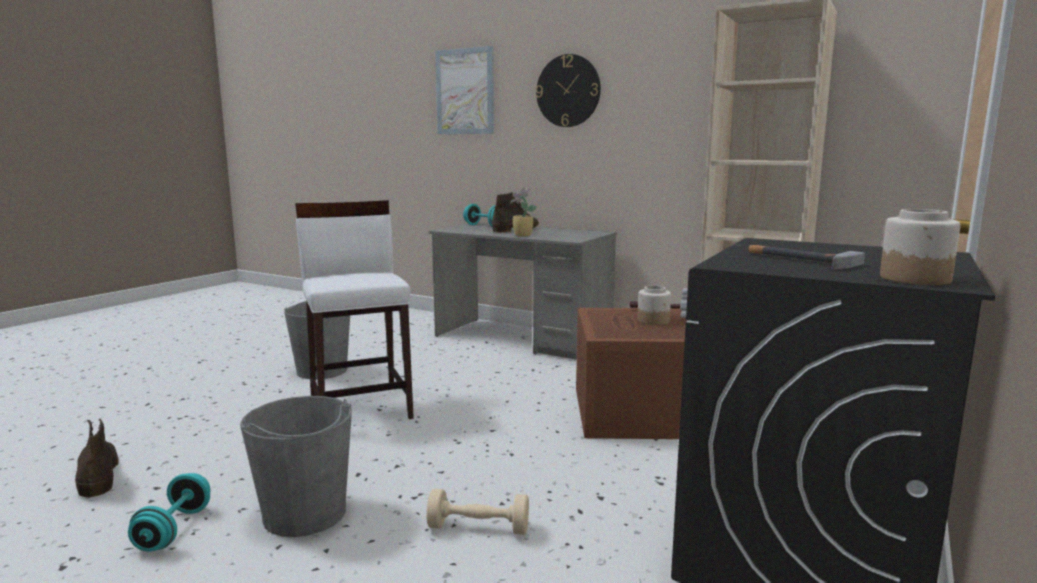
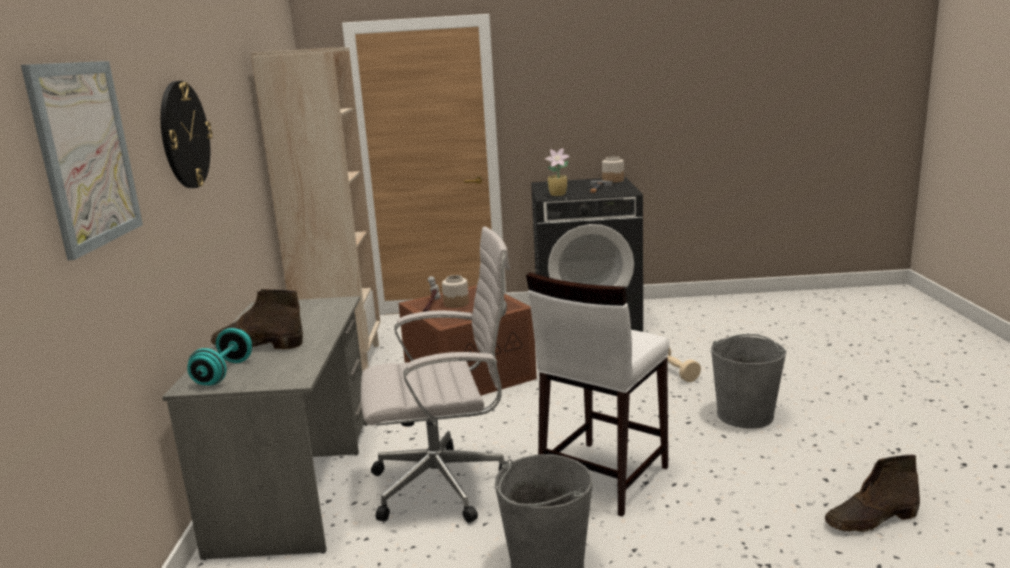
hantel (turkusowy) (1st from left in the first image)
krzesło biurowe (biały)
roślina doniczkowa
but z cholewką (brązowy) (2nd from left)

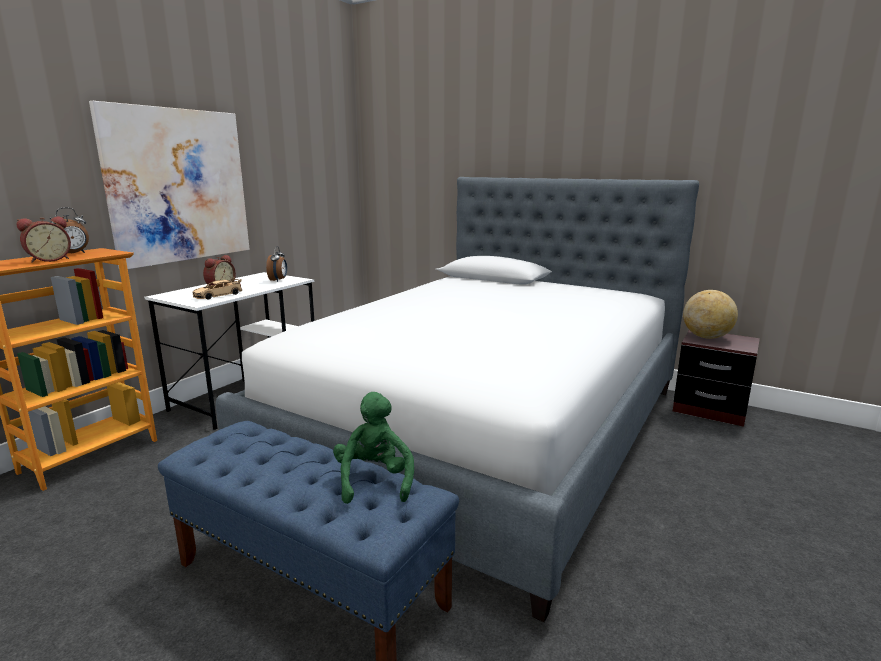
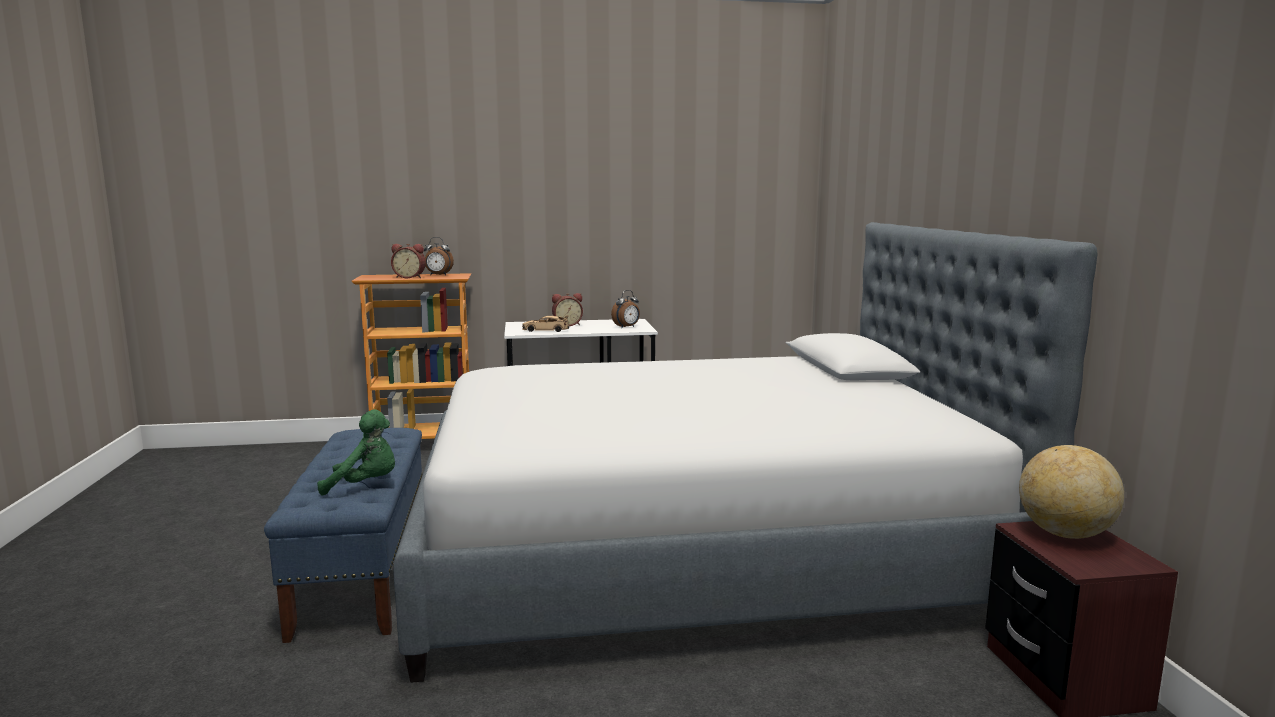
obraz
pluszak (zielony)

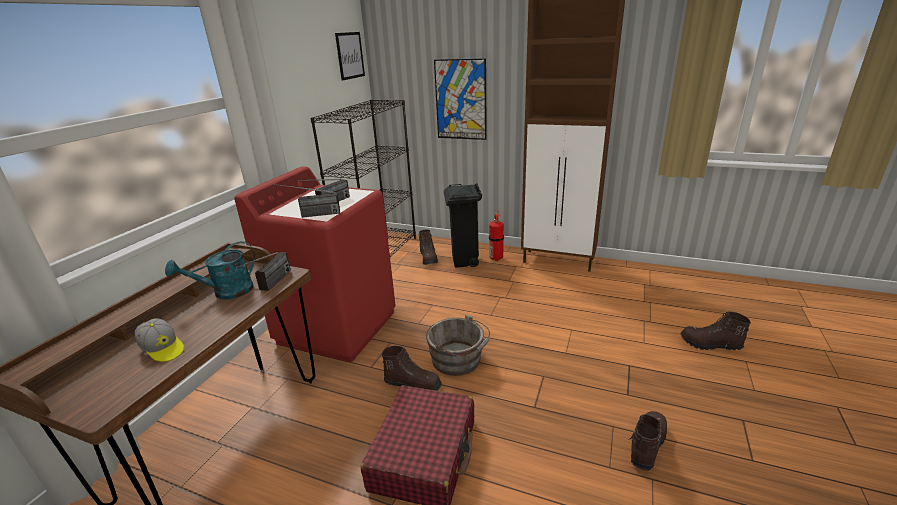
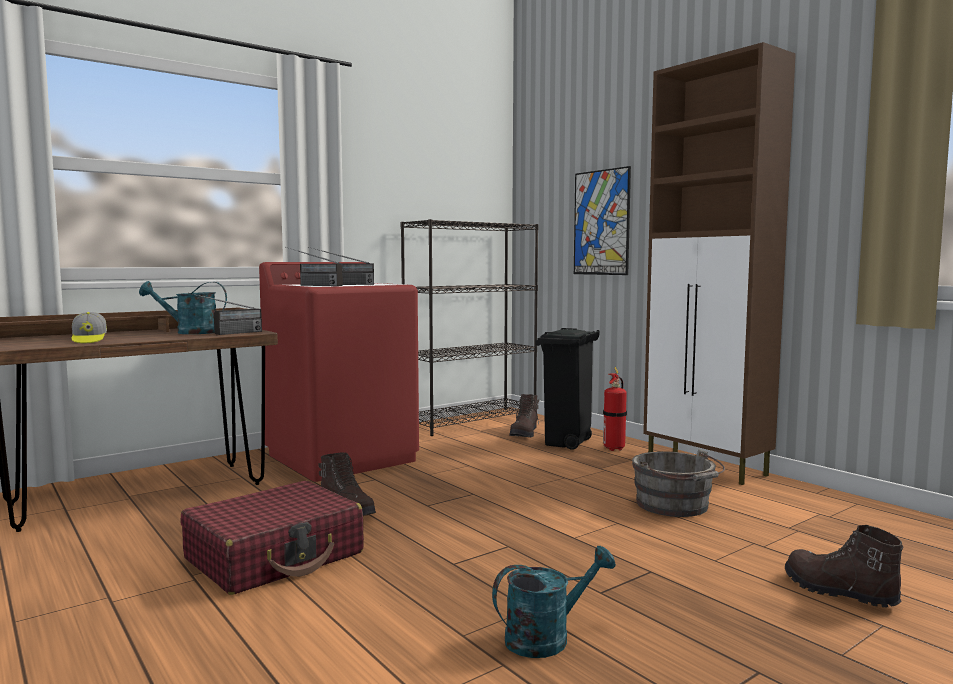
obraz (1st from left in the first image)
wiadro (szary)
konewka (turkusowy) (2nd from left)

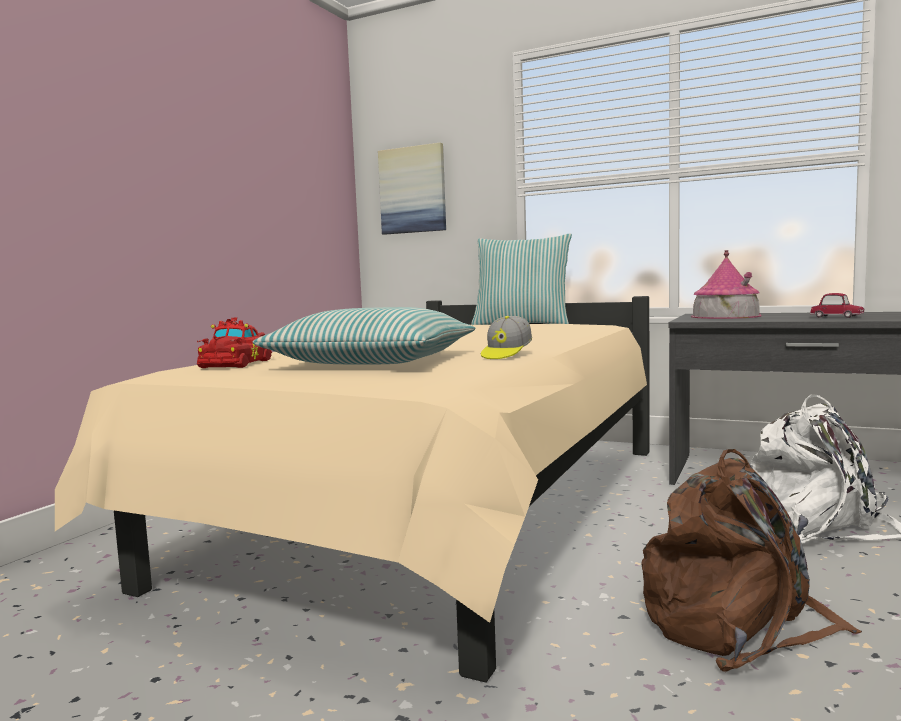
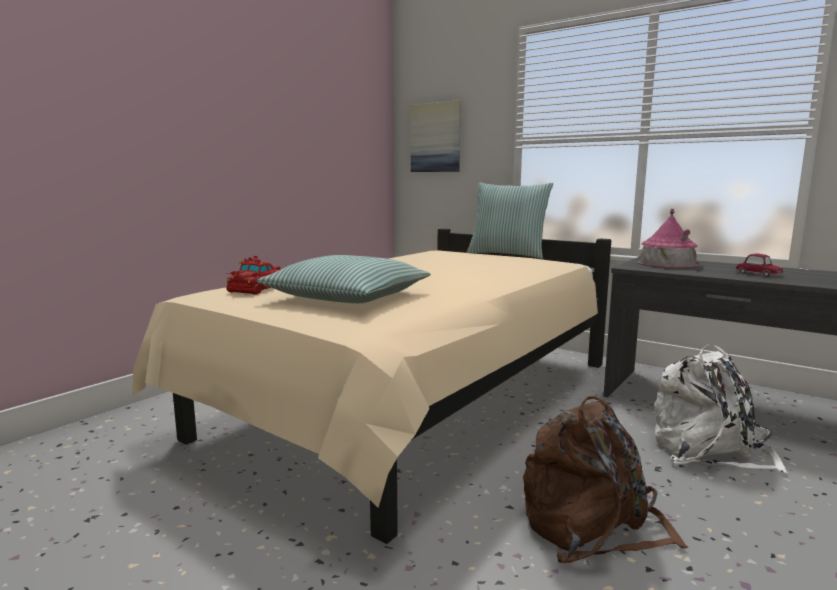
czapka z daszkiem

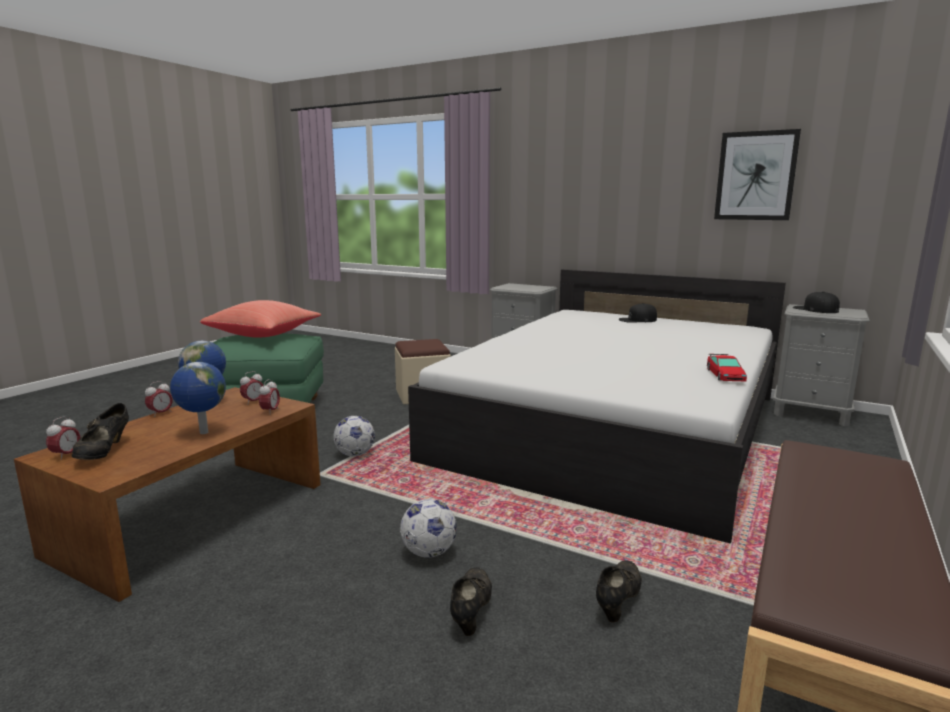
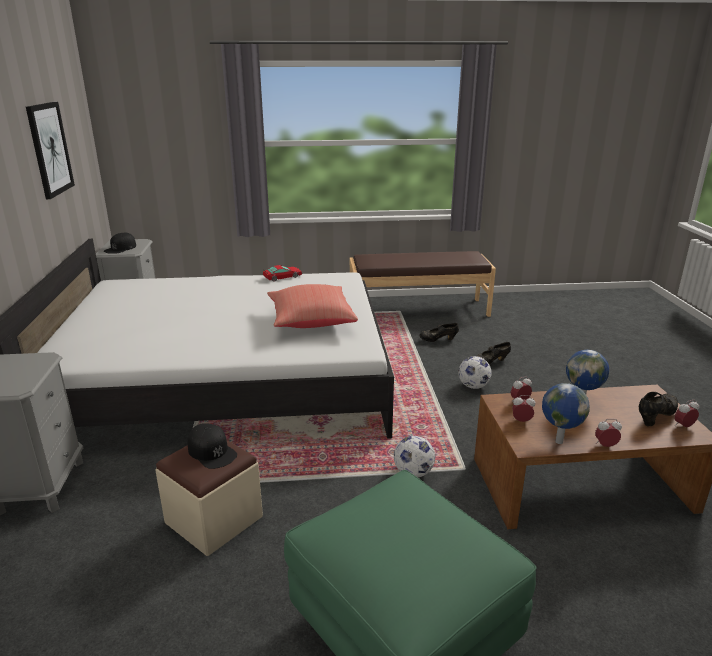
poduszka (czerwony)
czapka z daszkiem (czarny) (2nd from left)

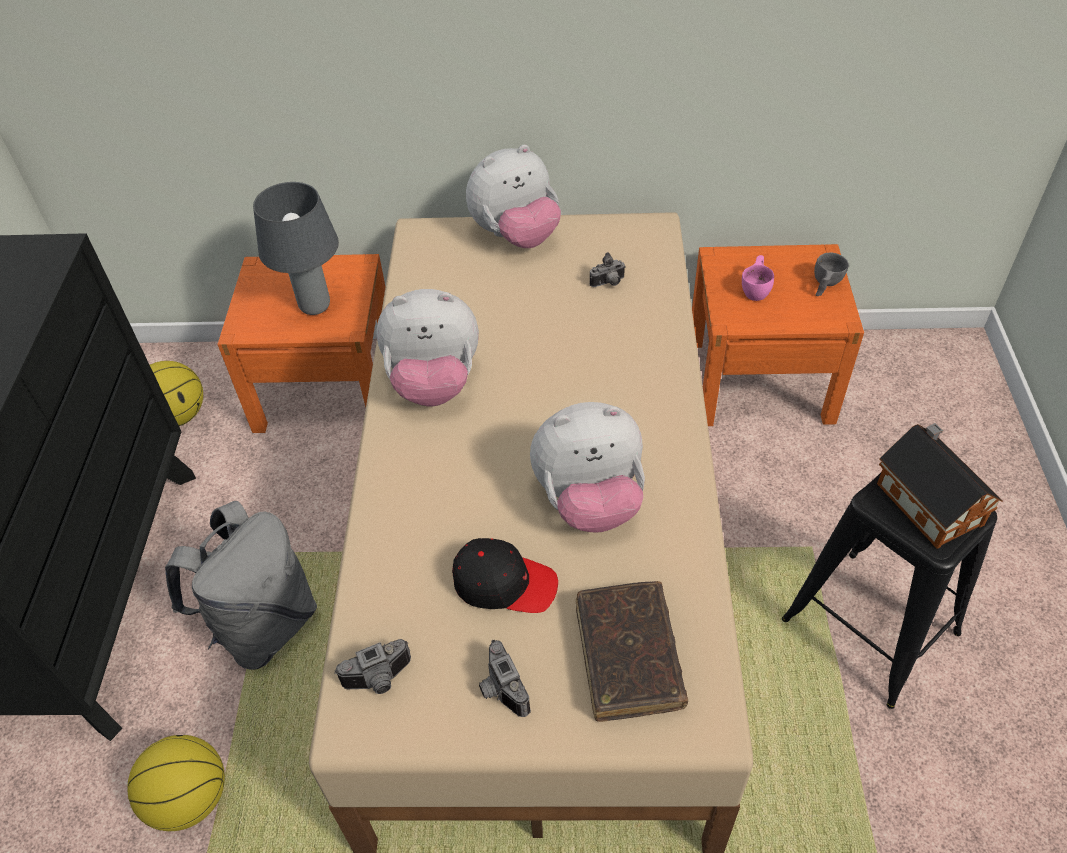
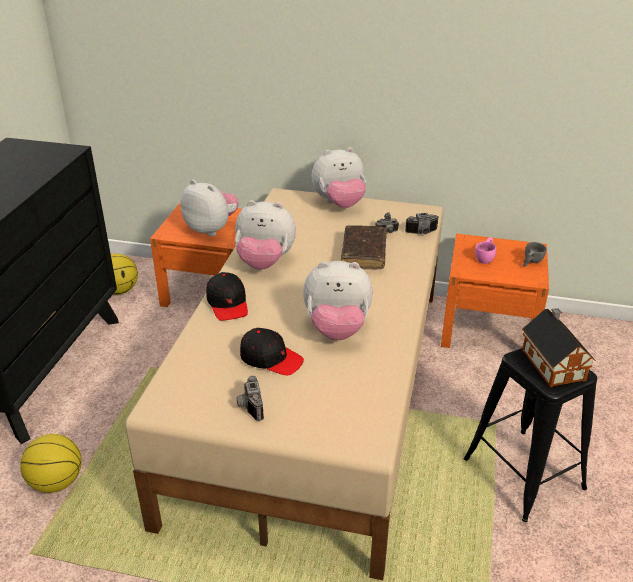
plecak (szary)
czapka z daszkiem (czarny) (1st from left)
aparat fotograficzny (3rd from left)
książka (brązowy)
pluszak (1st from left)

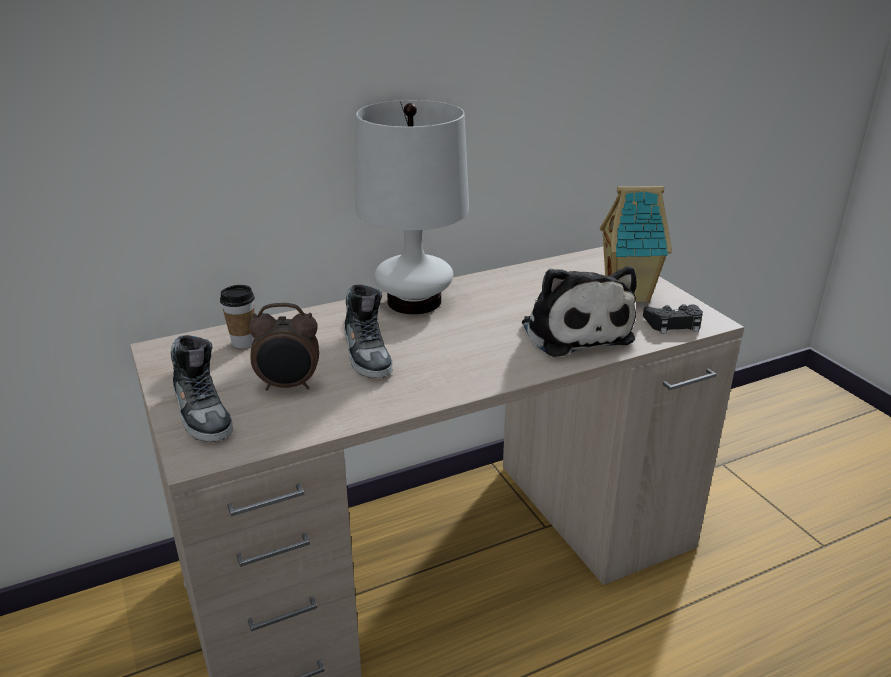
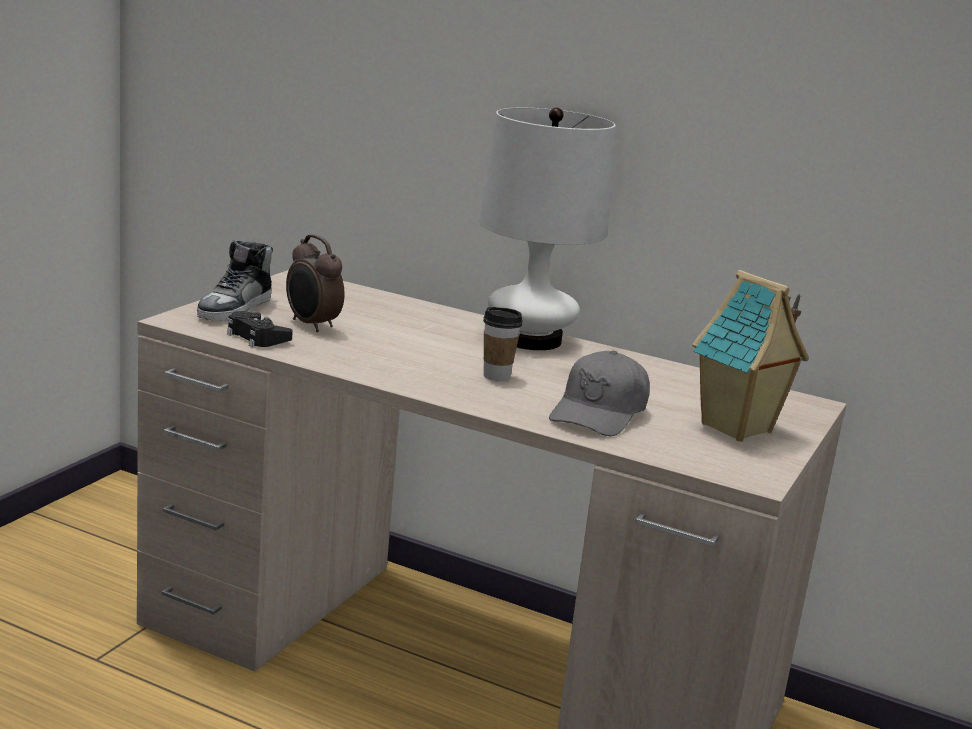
but (2nd from left in the first image)
filiżanka
pad do gier (czarny)
czapka z daszkiem (szary)

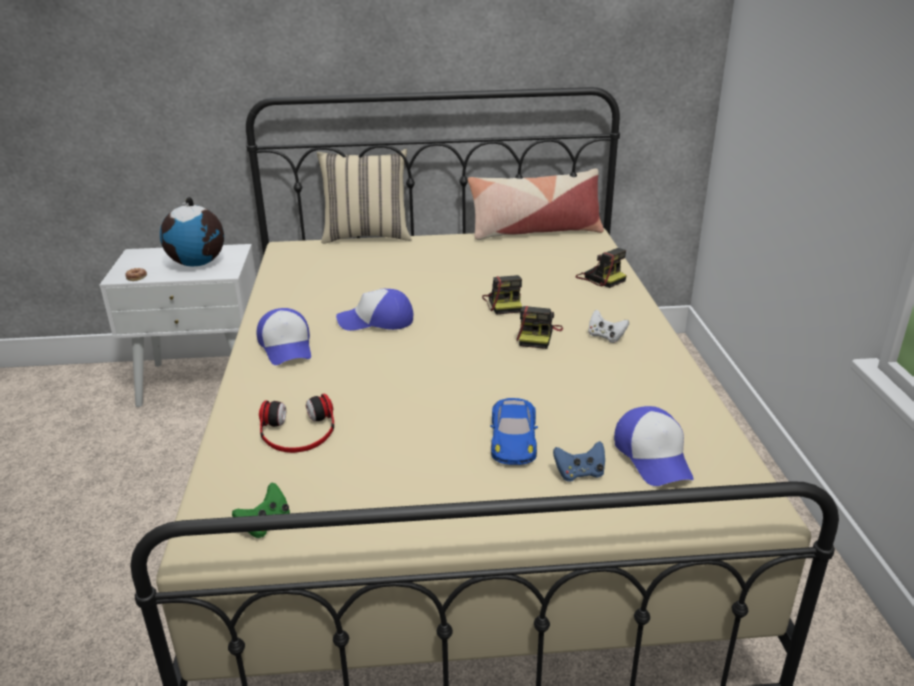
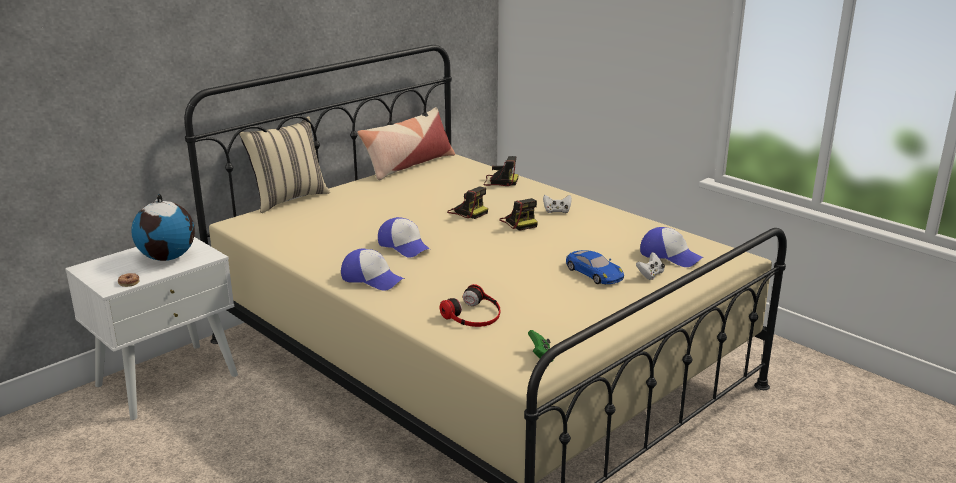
pad do gier (biały) (2nd from left)
czapka z daszkiem (2nd from left)

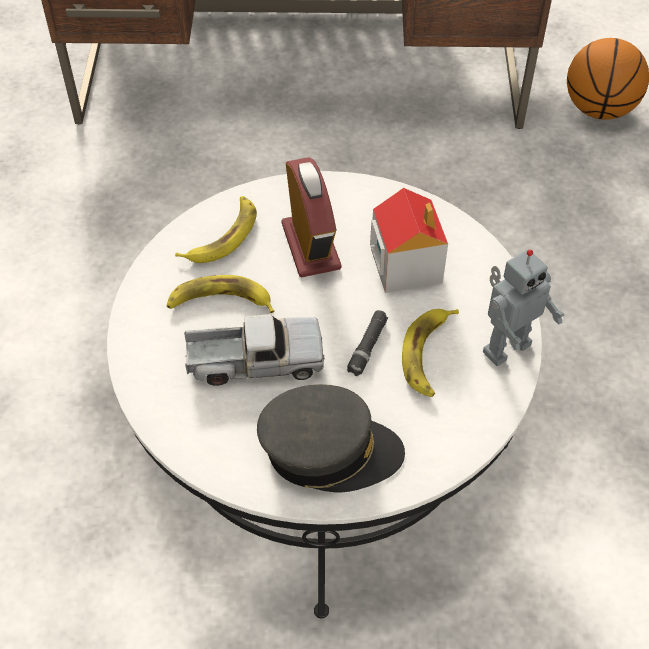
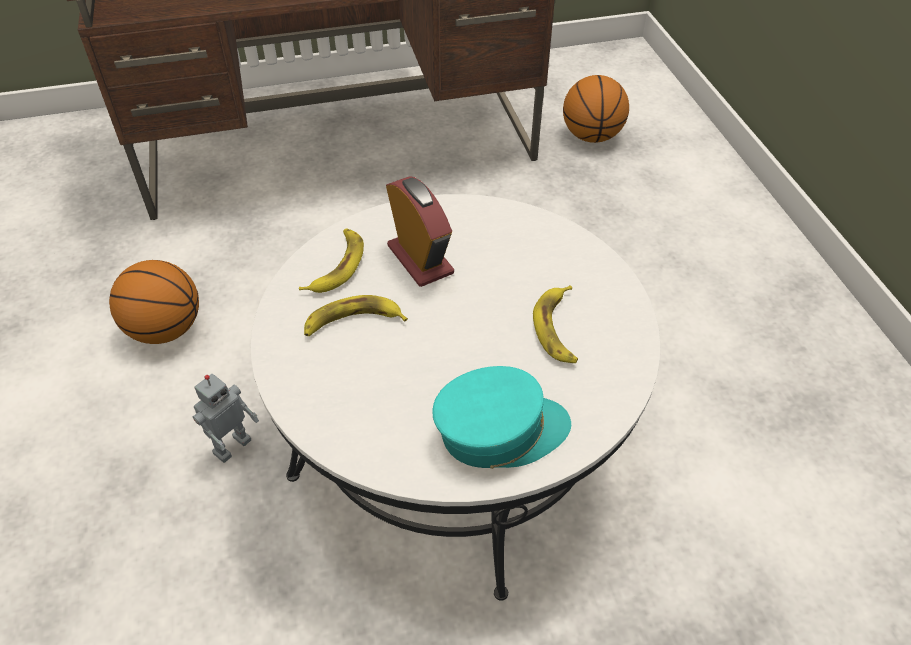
ciężarówka zabawkowa
latarka (czarny)
domek
piłka do koszykówki (1st from left)
robot zabawkowy
czapka z daszkiem (turkusowy)

